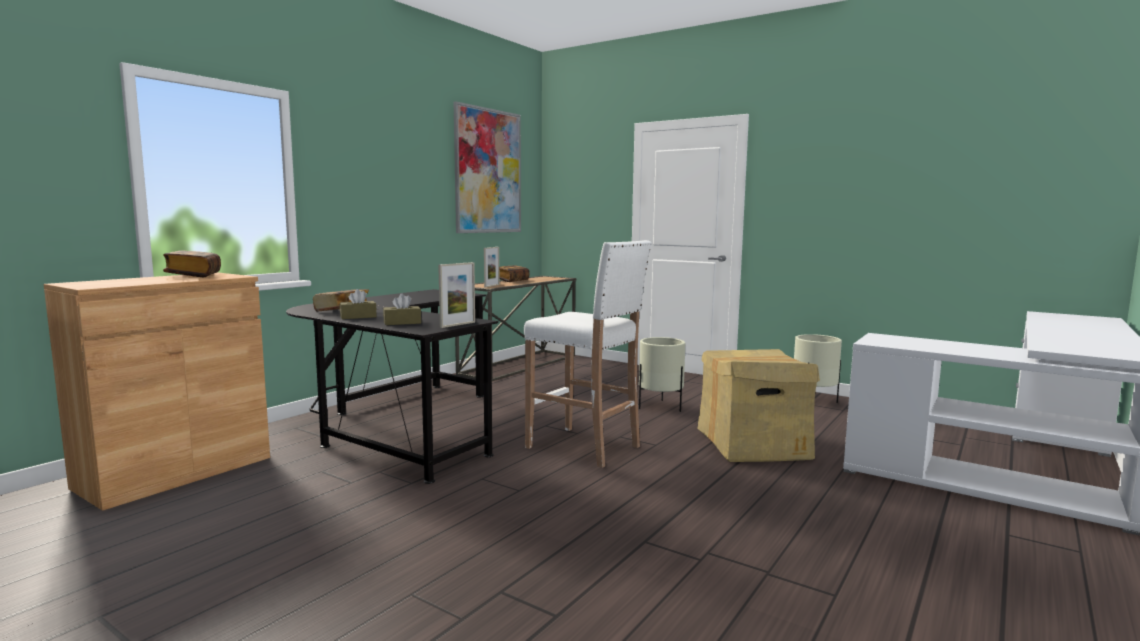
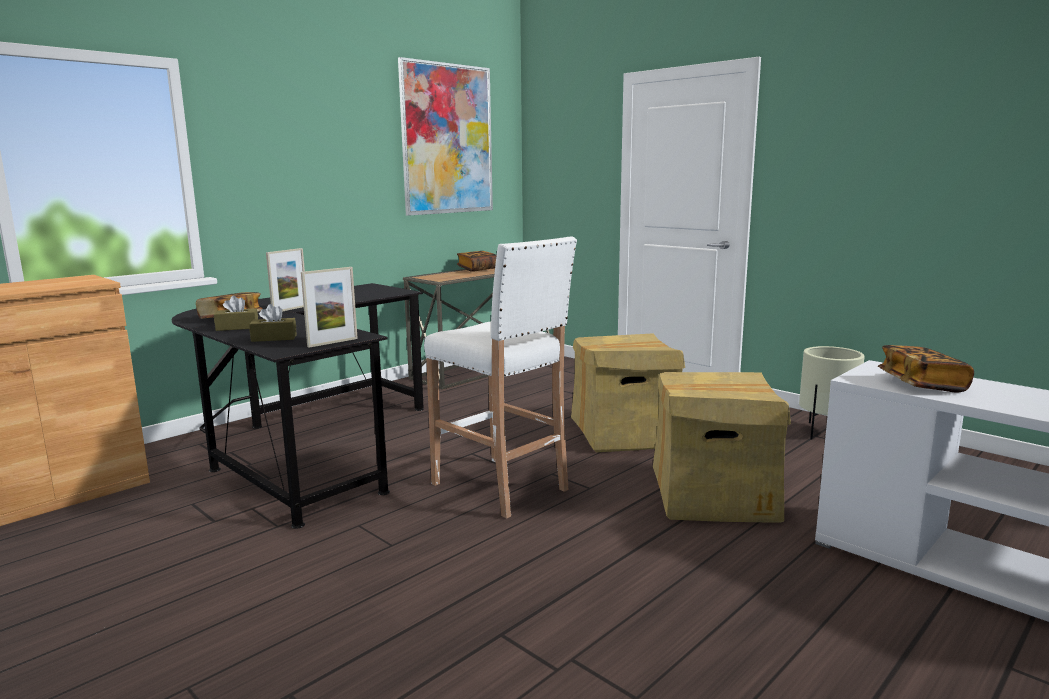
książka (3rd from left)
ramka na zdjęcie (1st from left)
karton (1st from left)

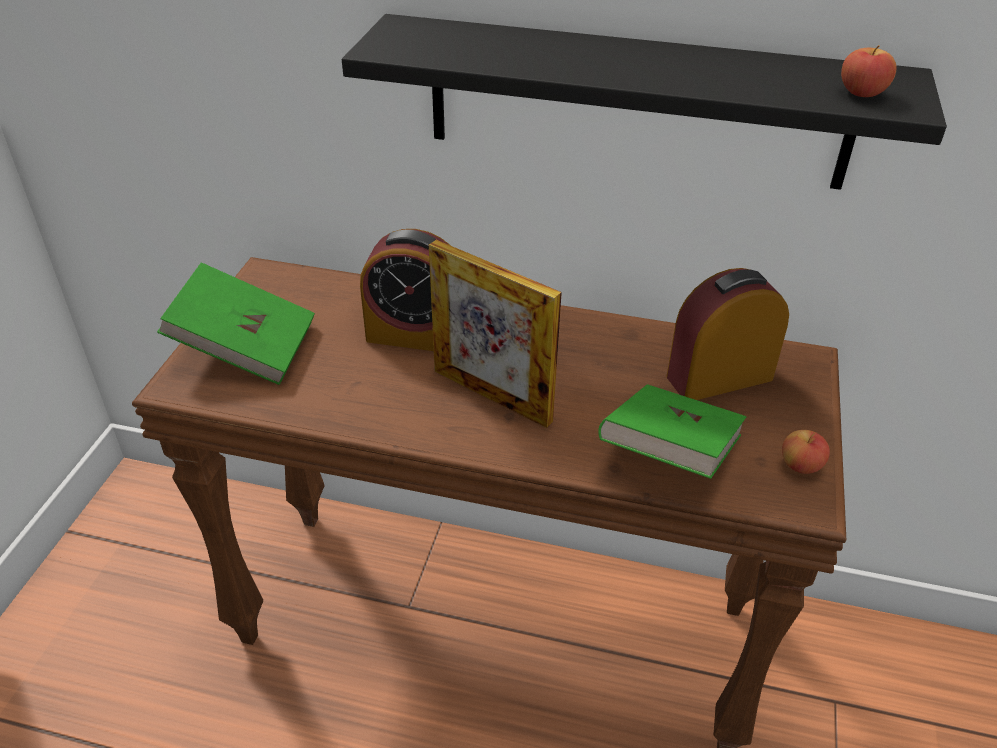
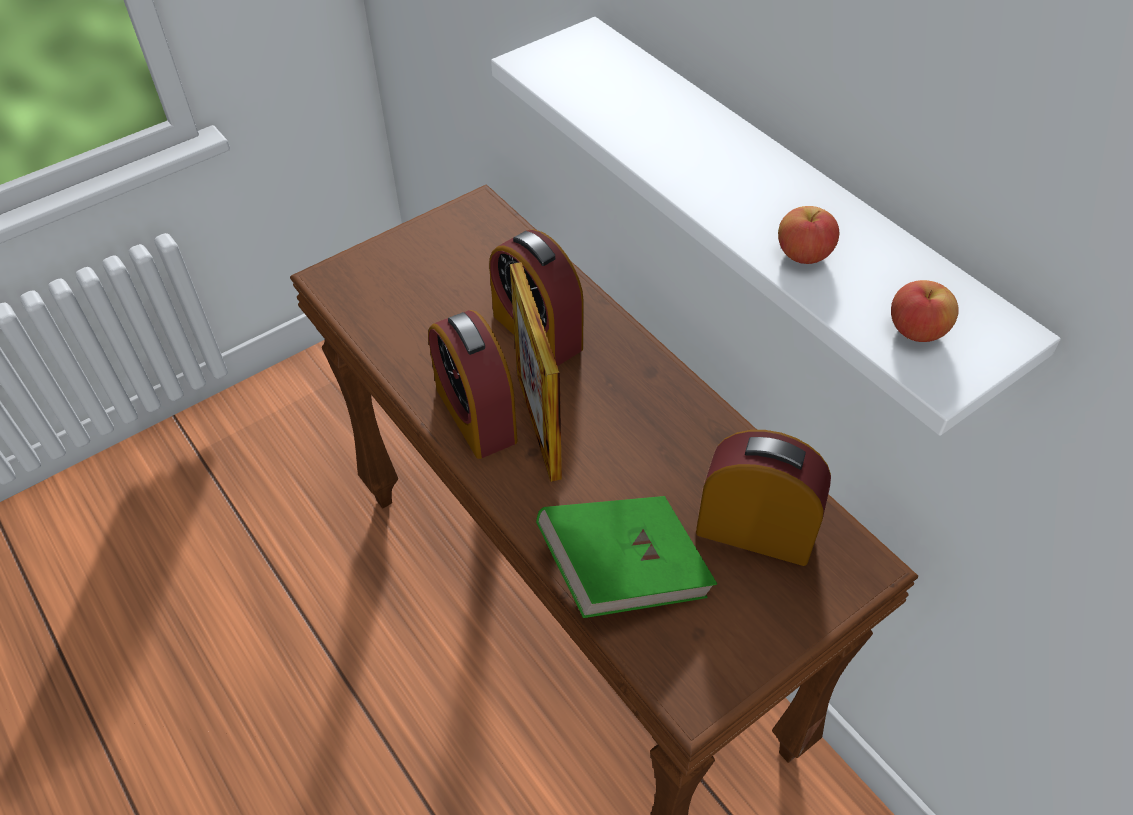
książka (zielony) (1st from left in the first image)
budzik (1st from left)
jabłko (1st from left)
półka (biały)

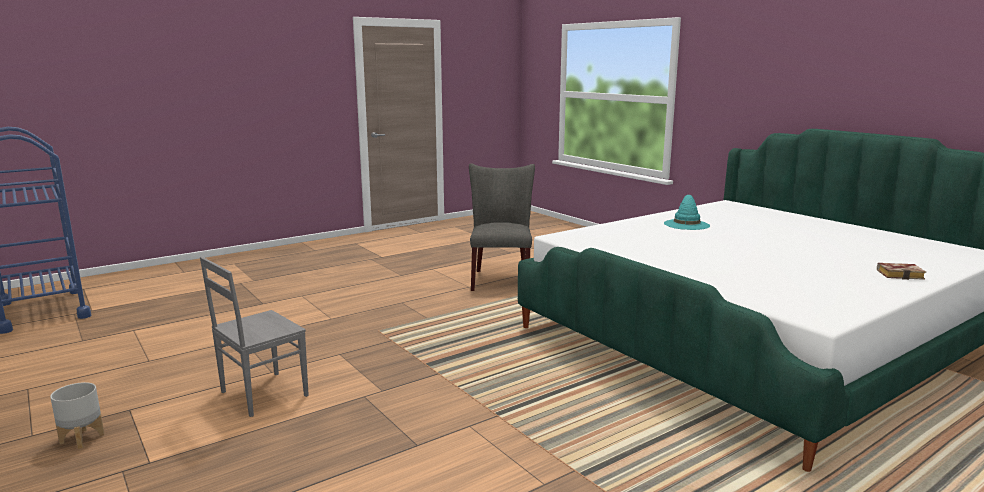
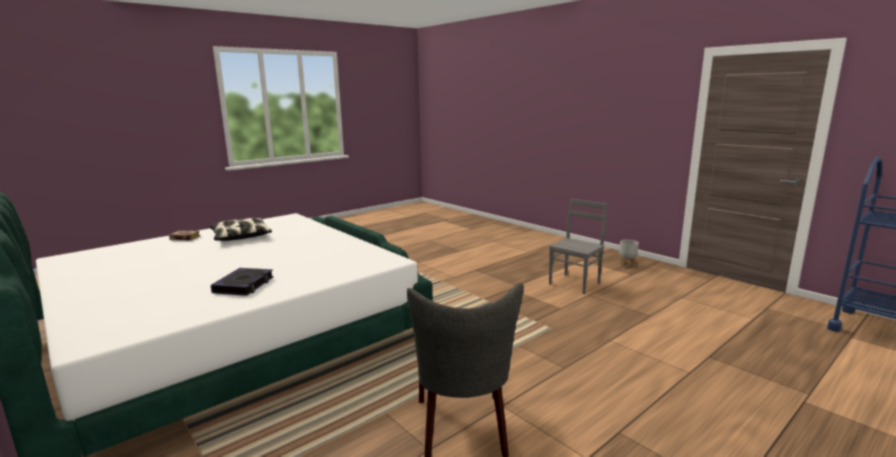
poduszka
książka (2nd from left)

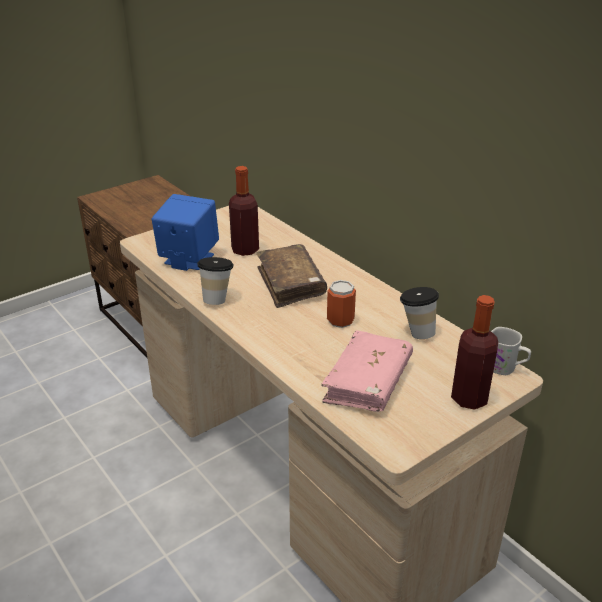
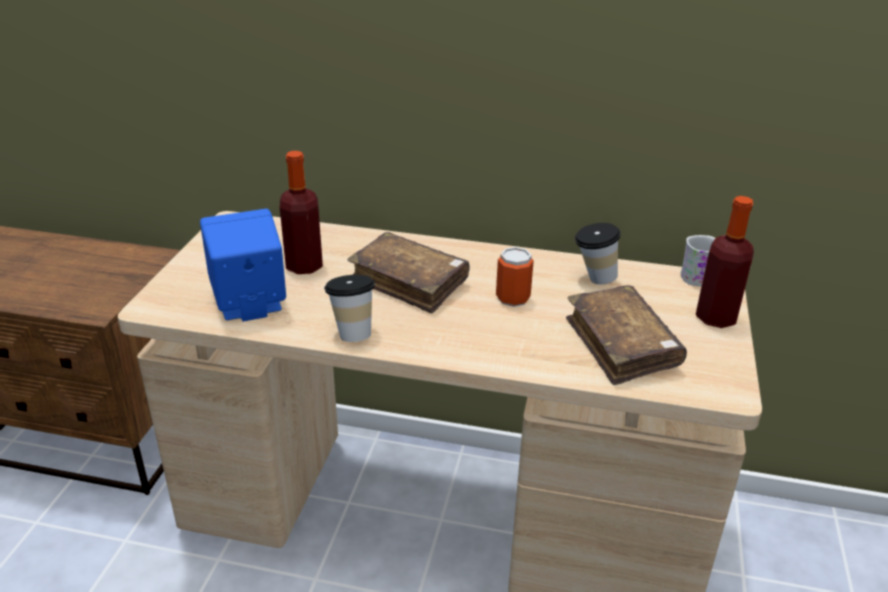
książka (brązowy) (2nd from left)

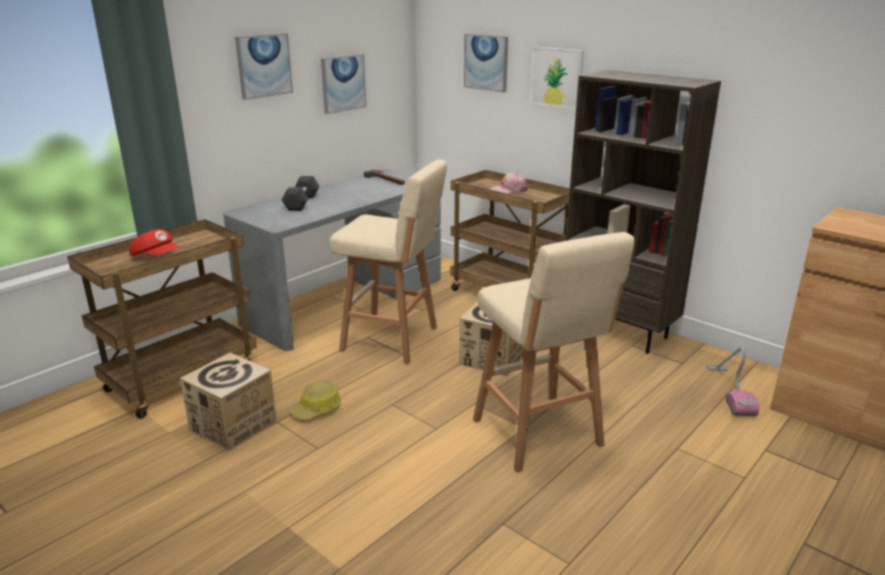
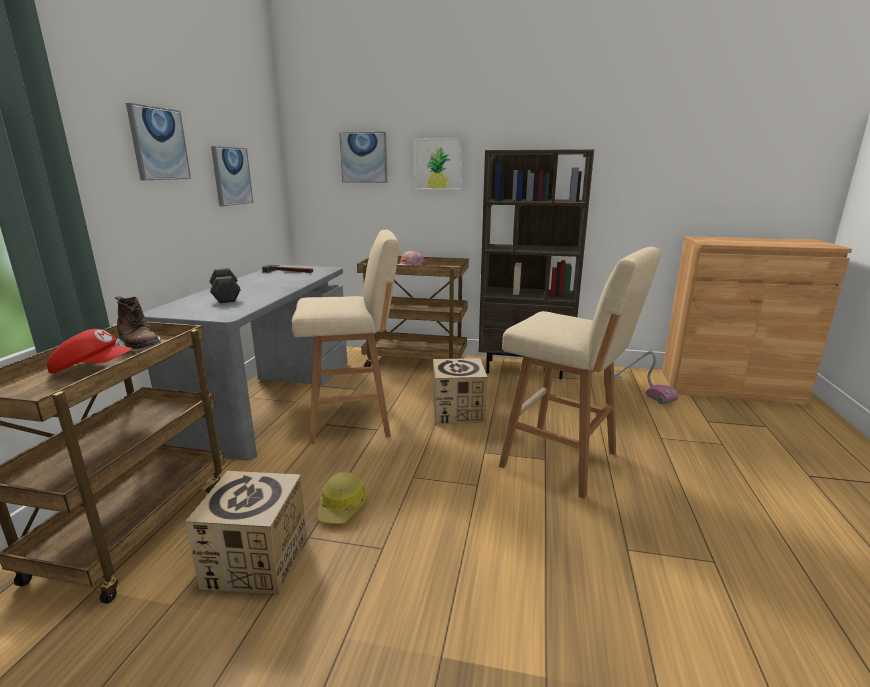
but z cholewką (brązowy)

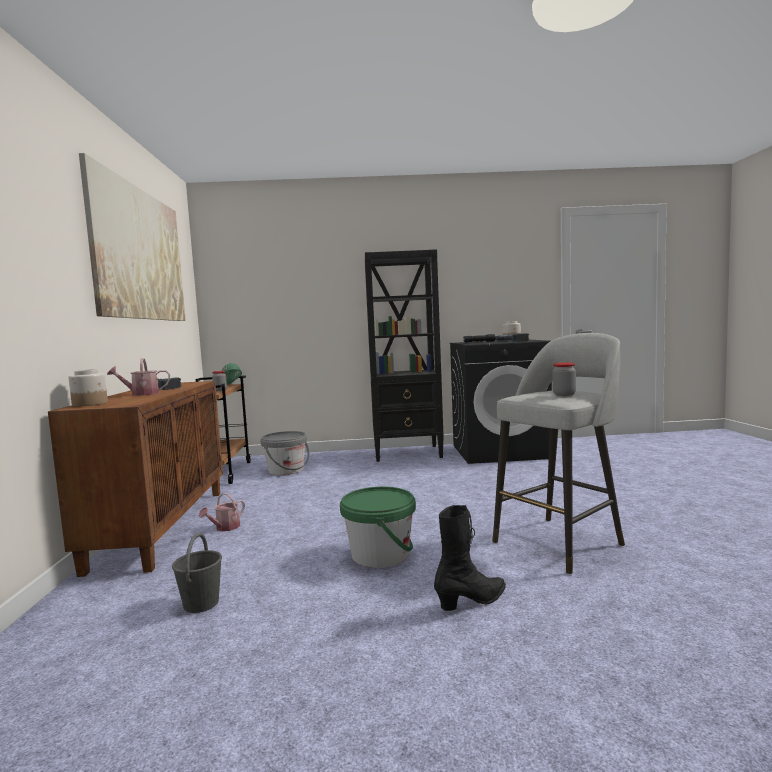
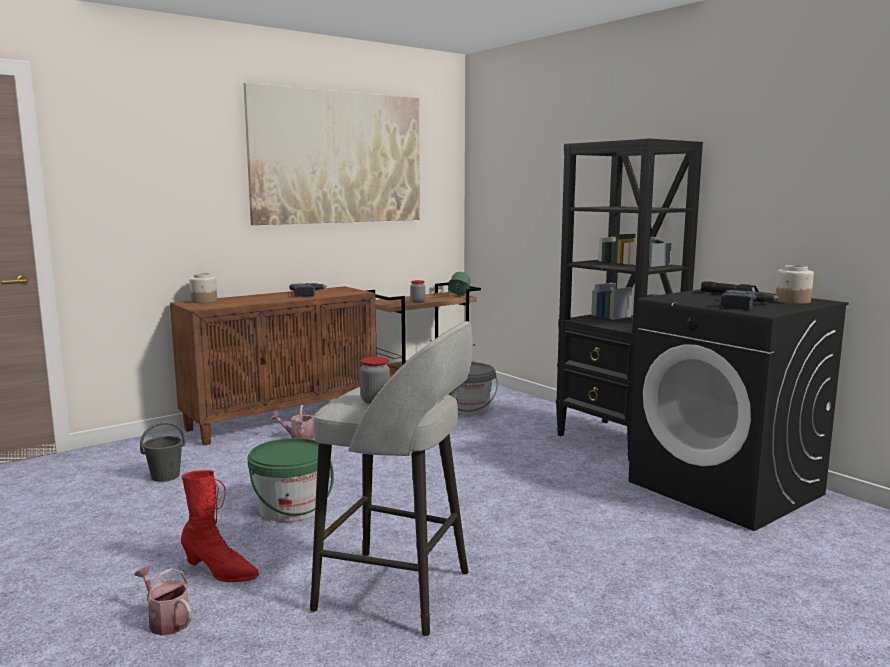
konewka (1st from left)
but z cholewką (czerwony)

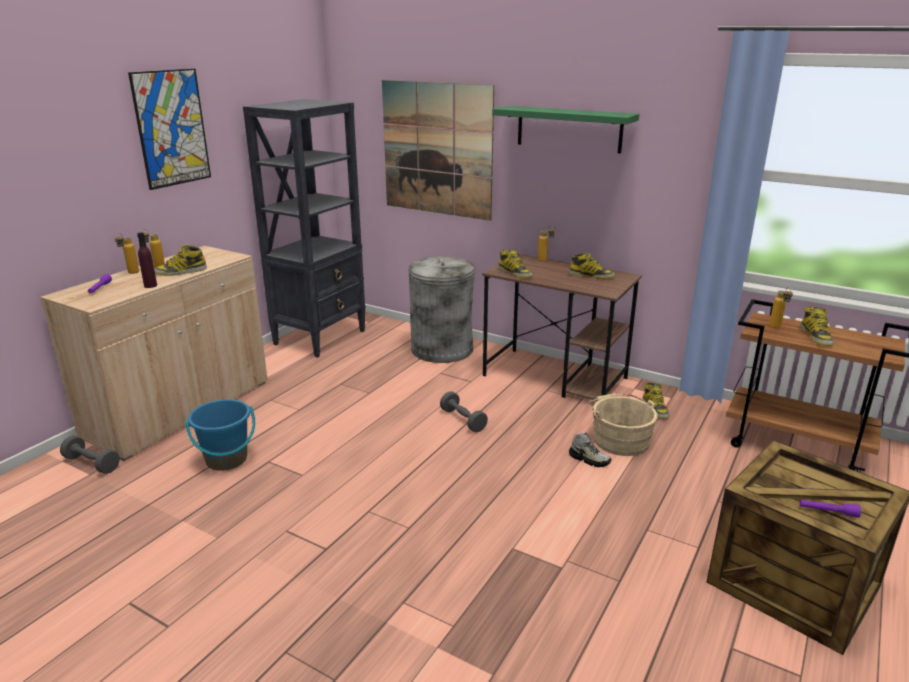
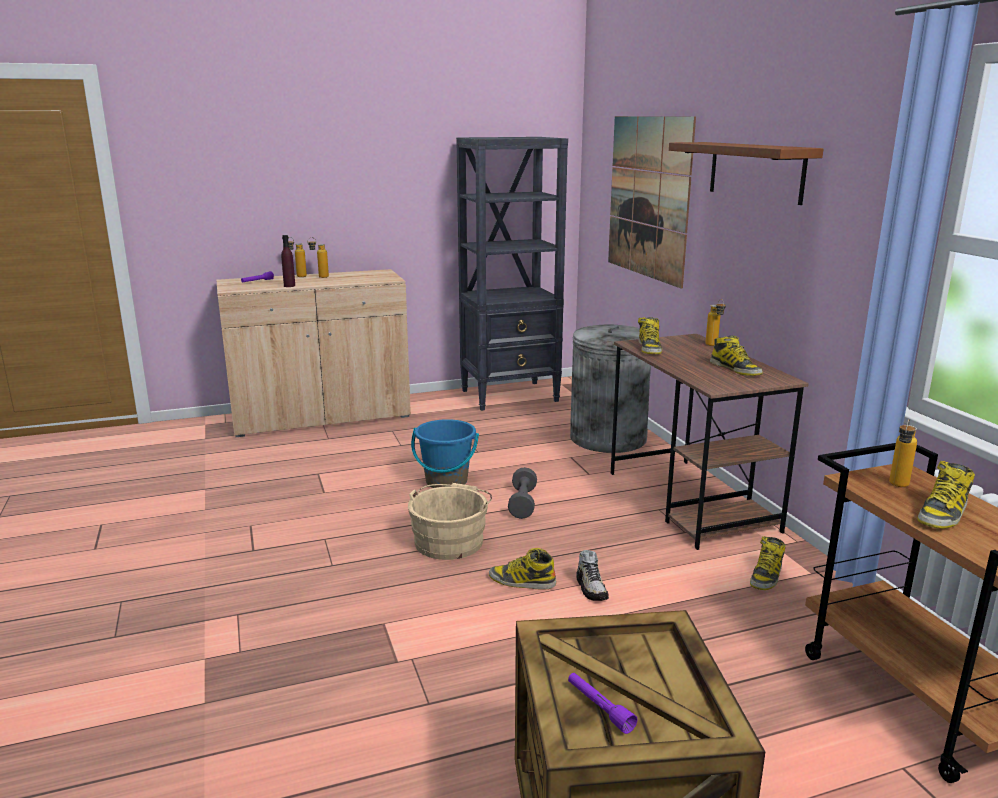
hantel (szary) (1st from left in the first image)
obraz (1st from left in the first image)
but z cholewką (1st from left)
wiadro (niebieski)
wiadro (beżowy)
półka (brązowy)

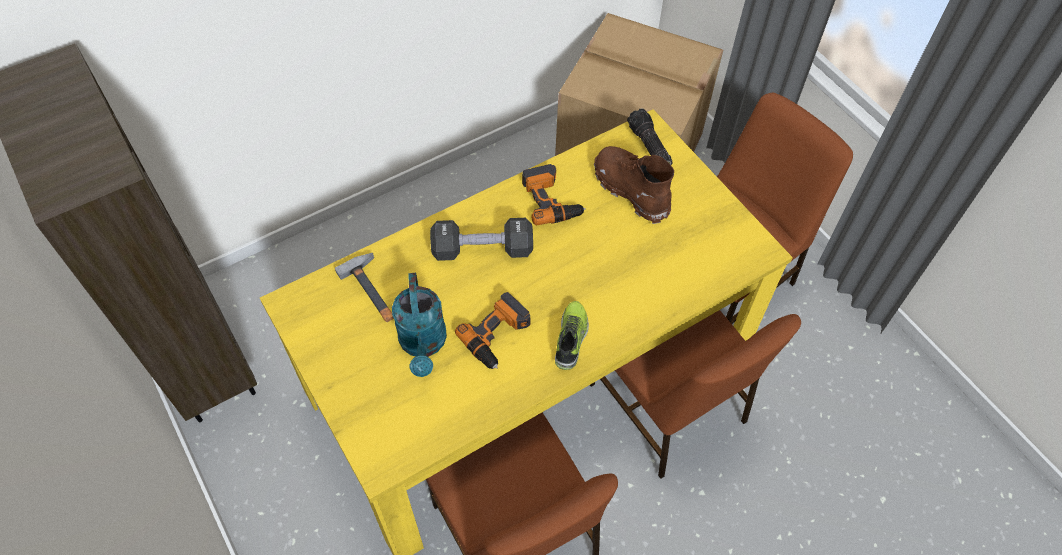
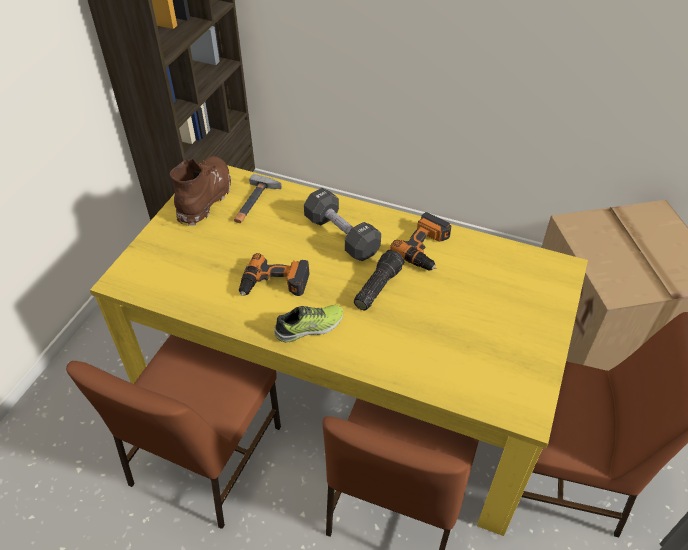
konewka (turkusowy)
but z cholewką (brązowy)
latarka

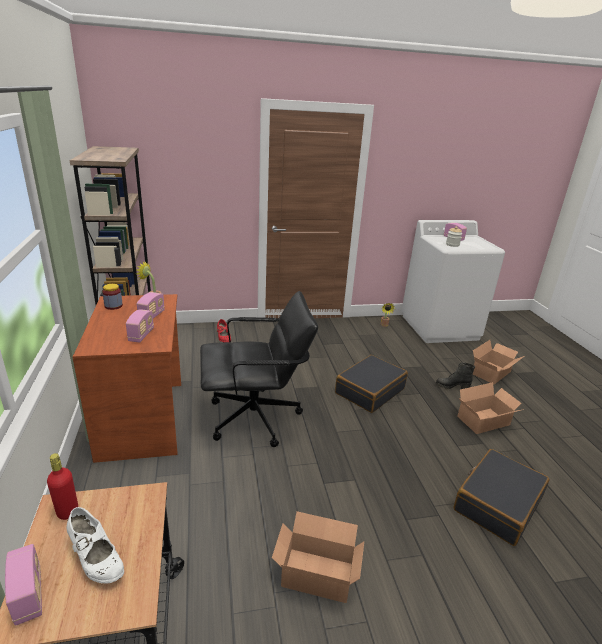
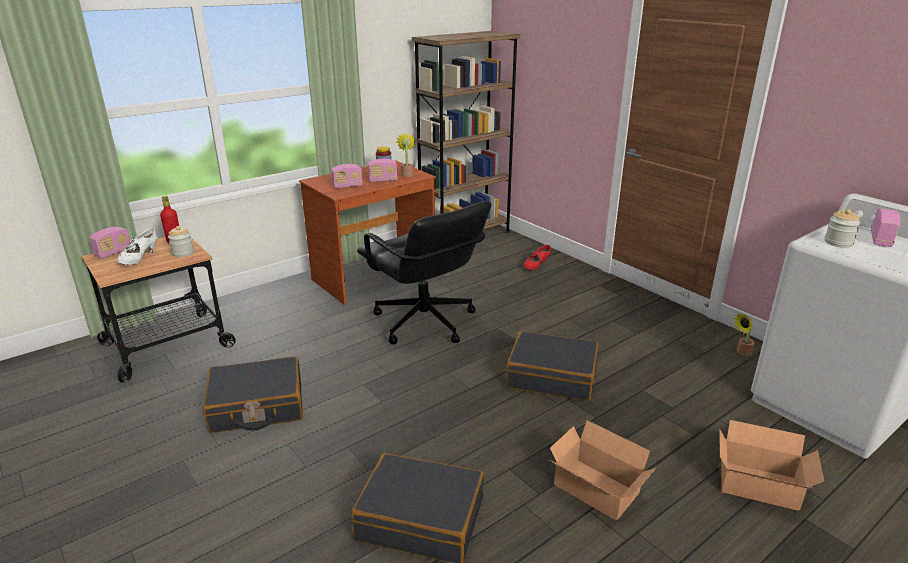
but z cholewką (czarny)
słoik (1st from left)
walizka (czarny) (1st from left)

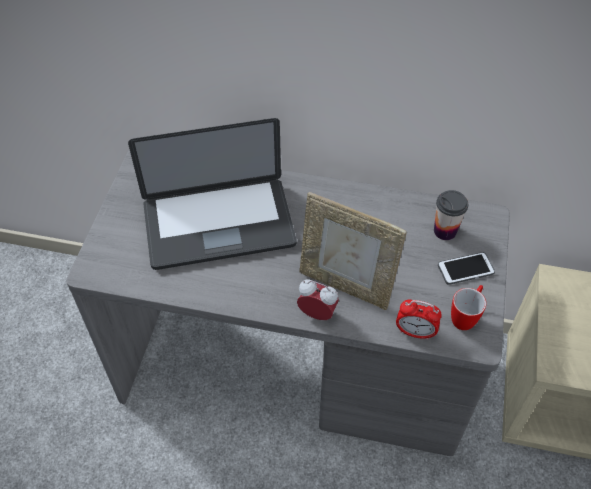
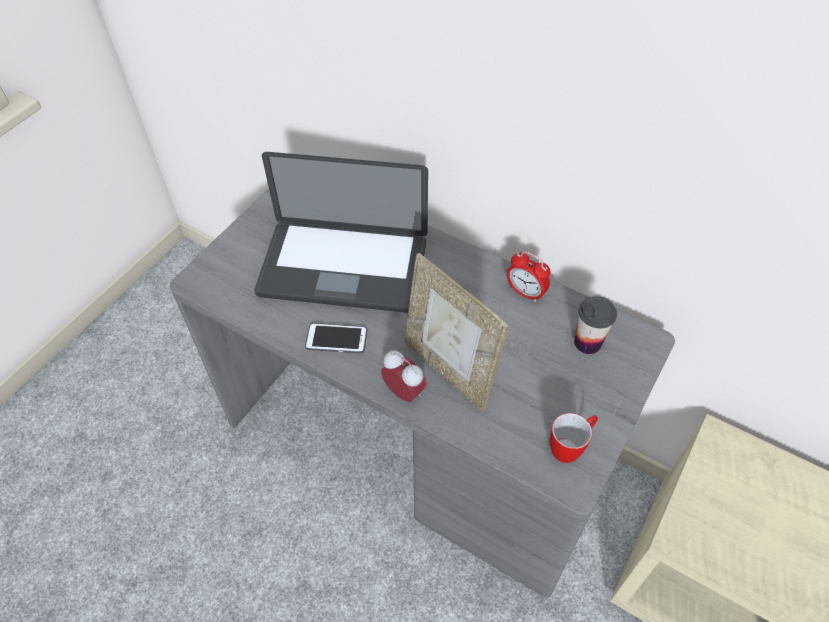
budzik (2nd from left)
telefon

